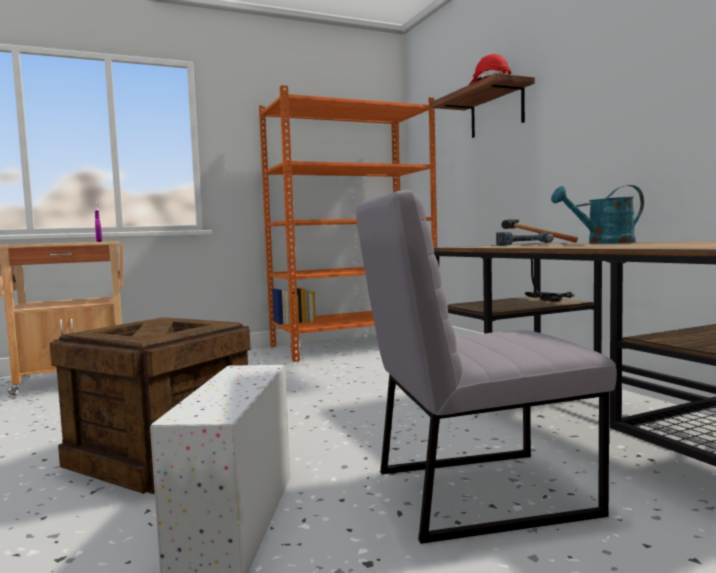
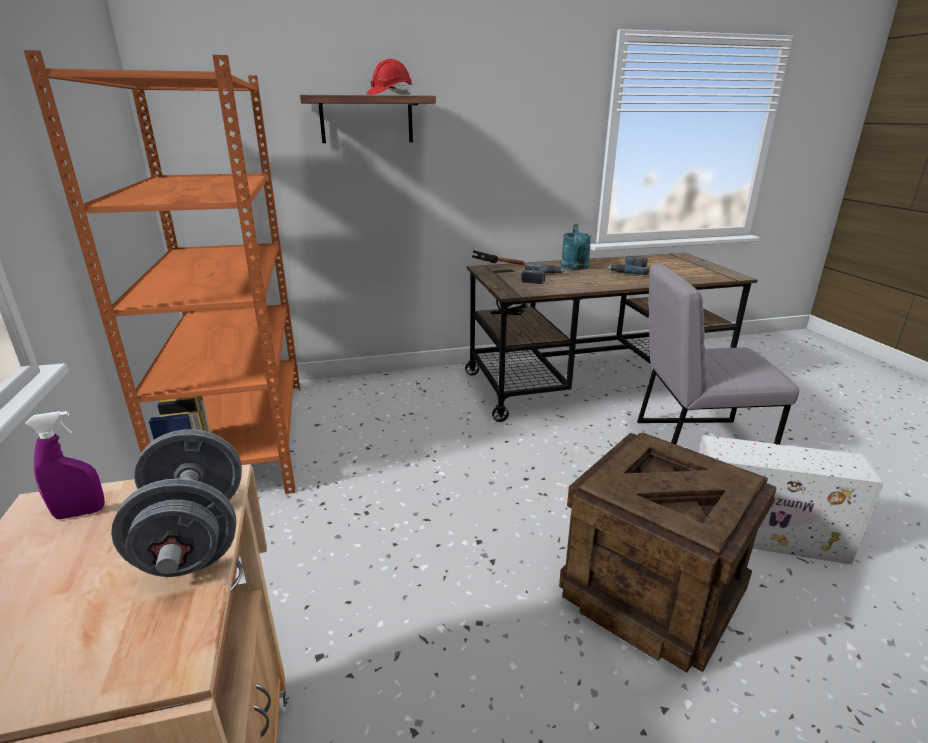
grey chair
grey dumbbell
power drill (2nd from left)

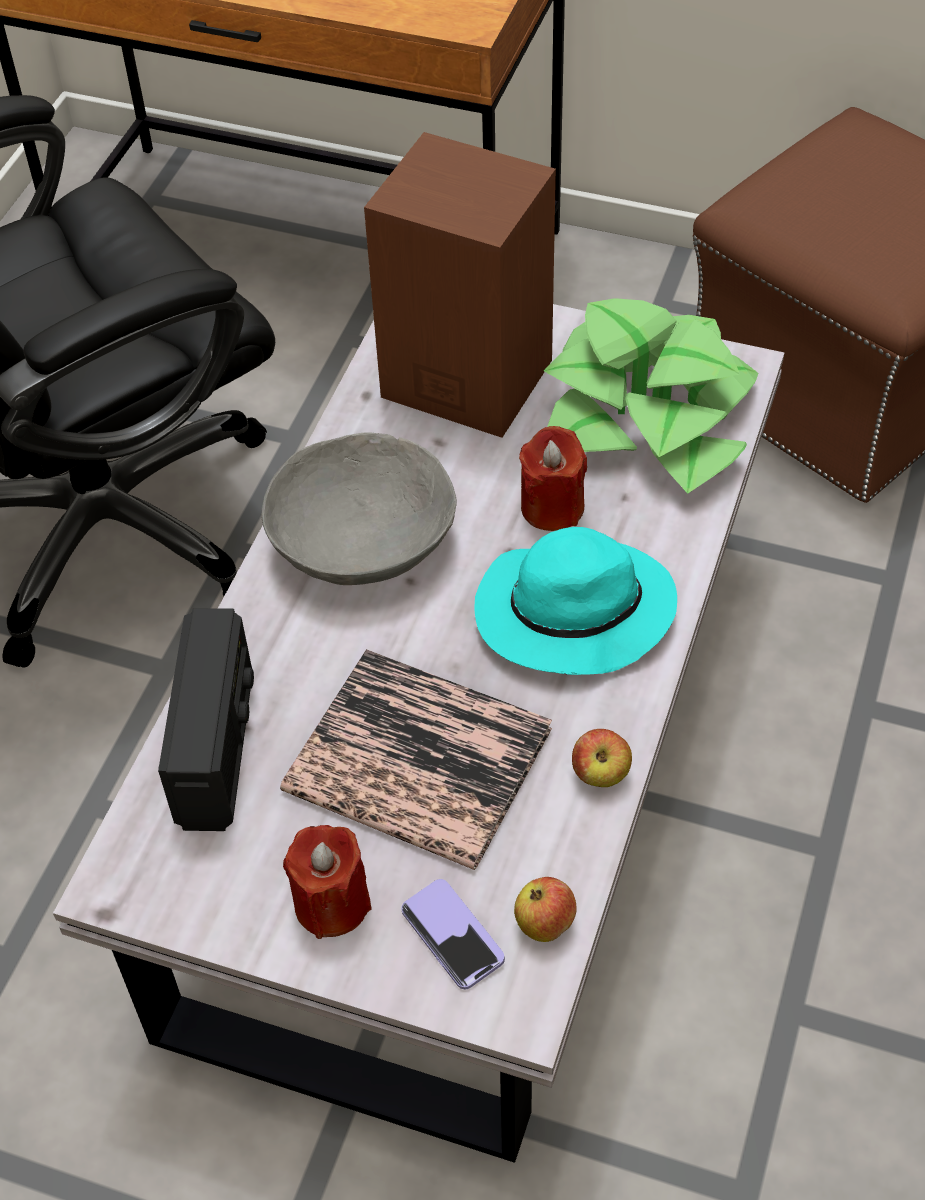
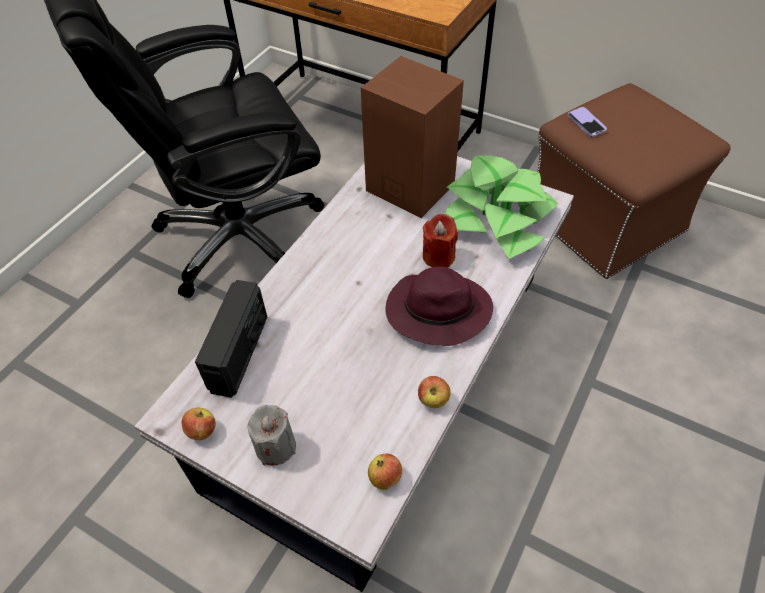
grey bowl
book
grey candle
phone
purple hat
apple (1st from left)

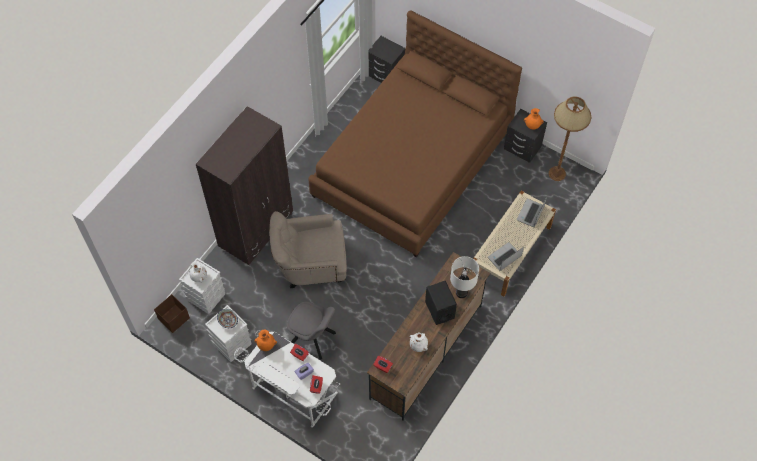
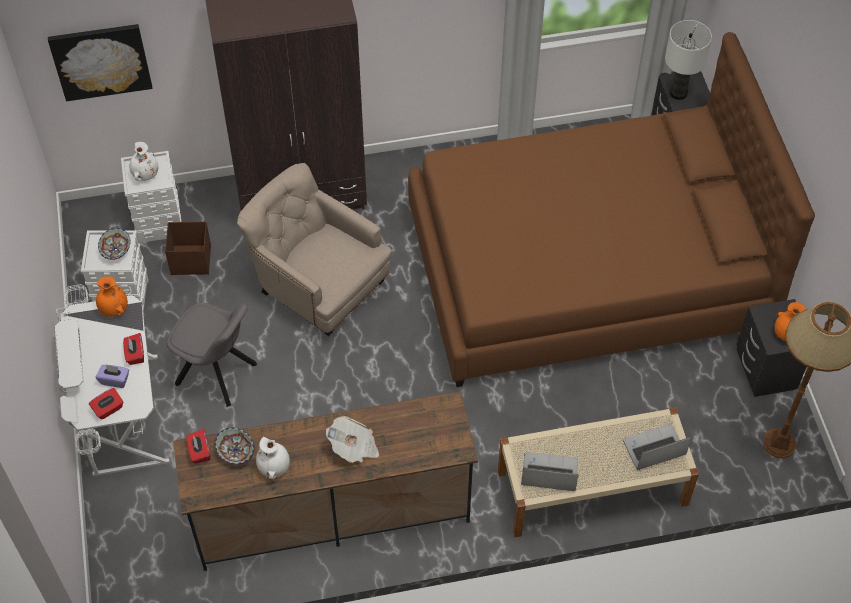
brown storage box
grey chair
newspaper
white table lamp
picture
bowl (2nd from left)

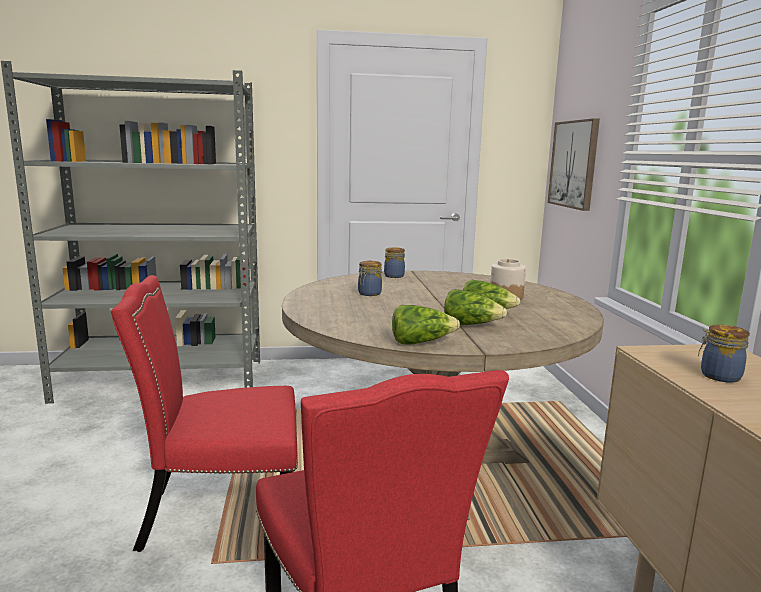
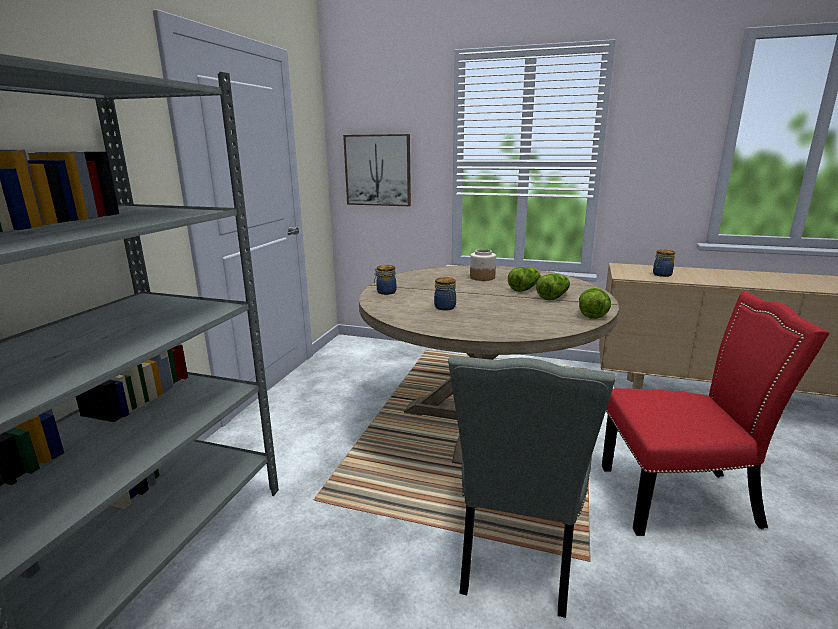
grey chair

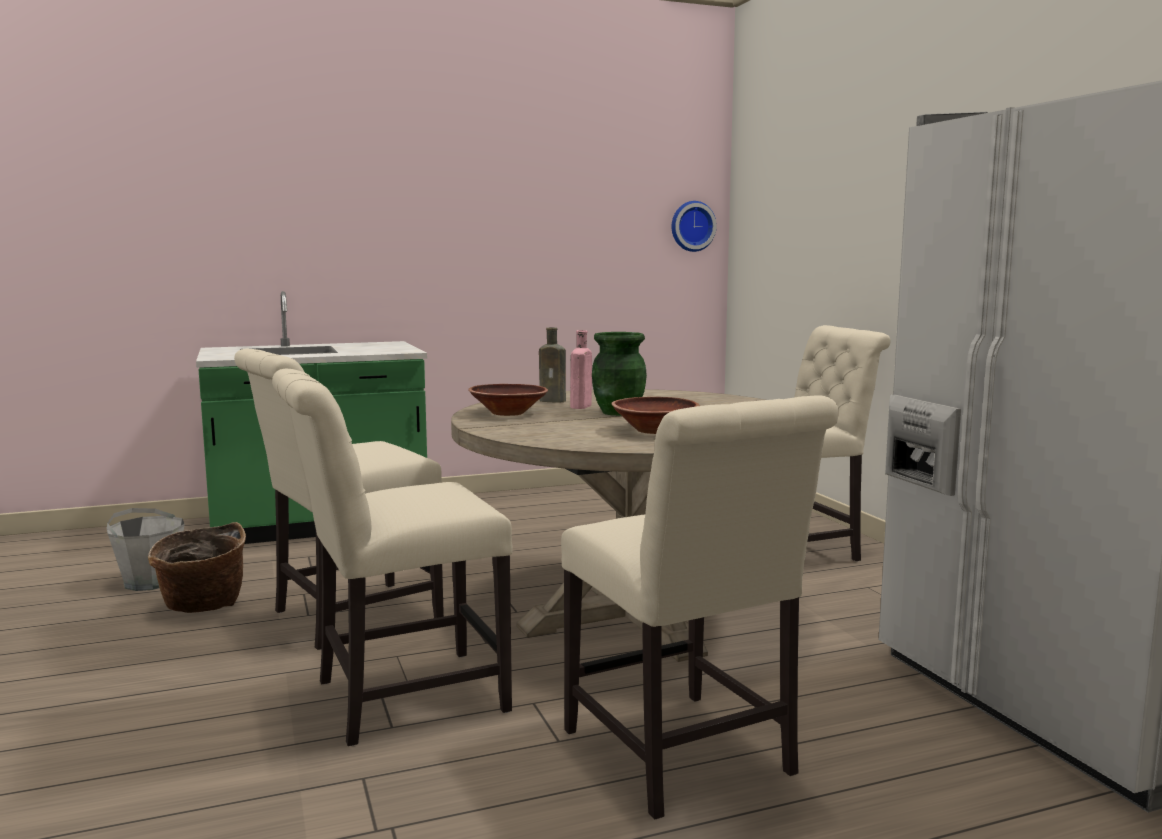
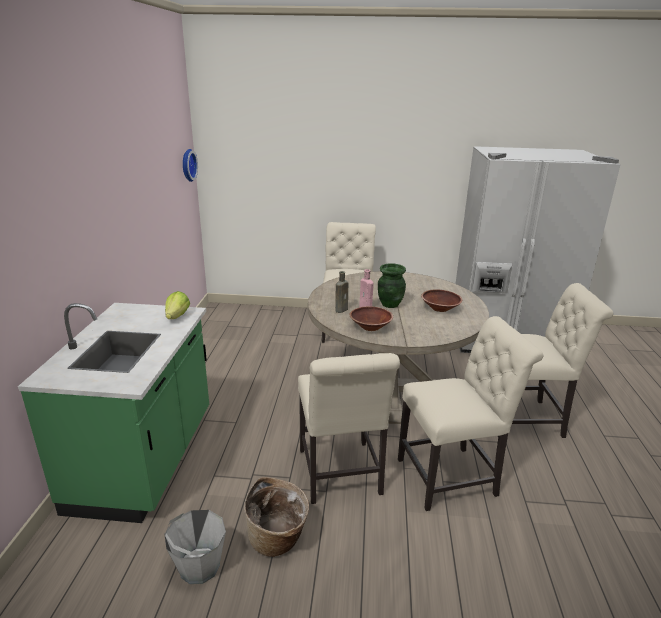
beige chair (3rd from left)
lettuce

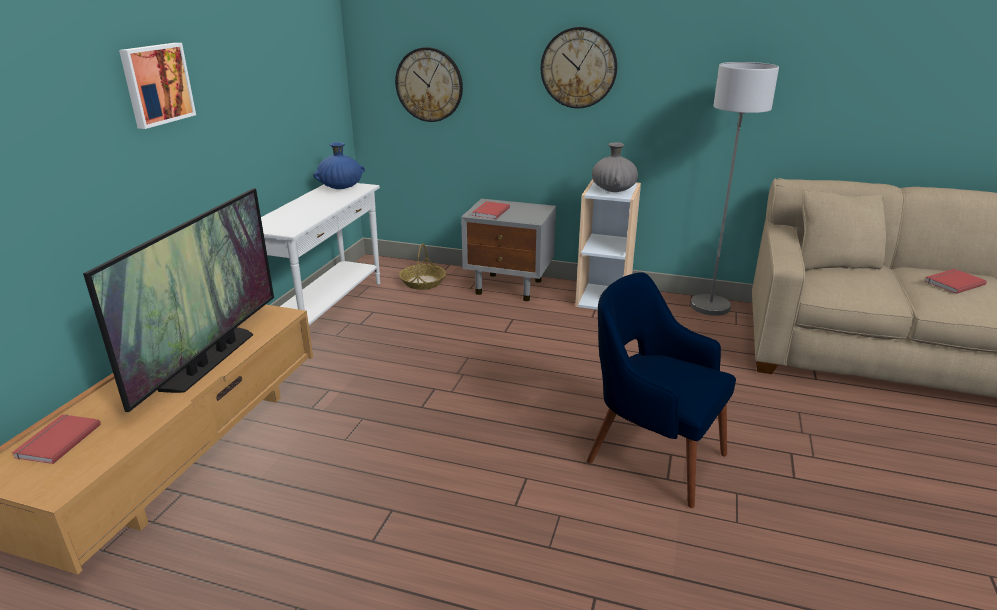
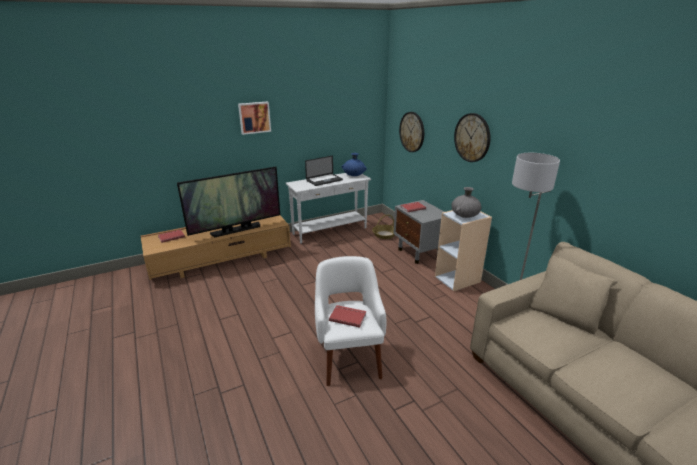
white armchair
red book (2nd from left)
laptop

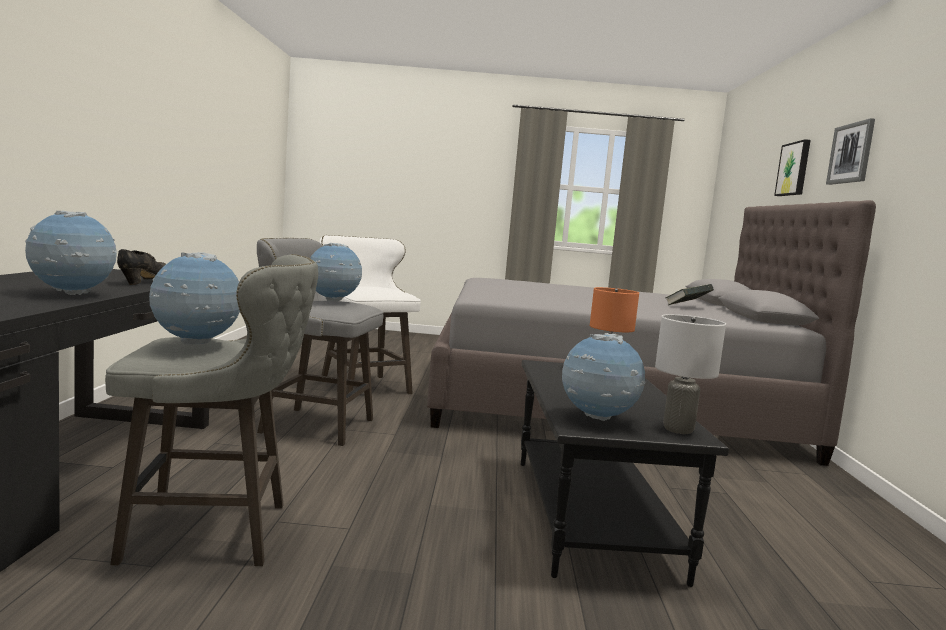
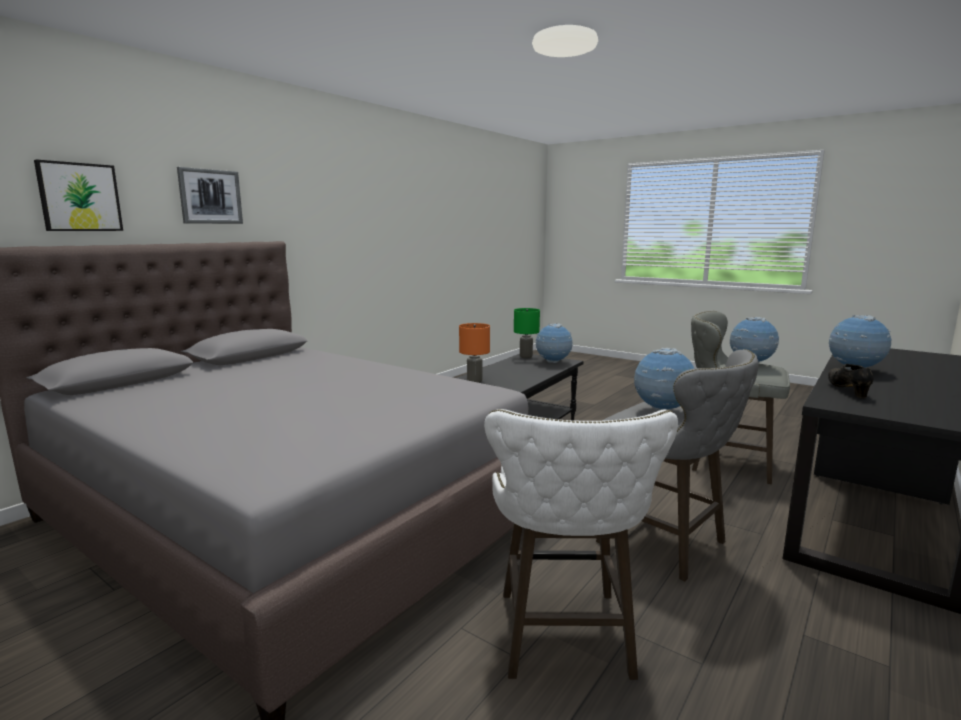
black shoe
green table lamp
book

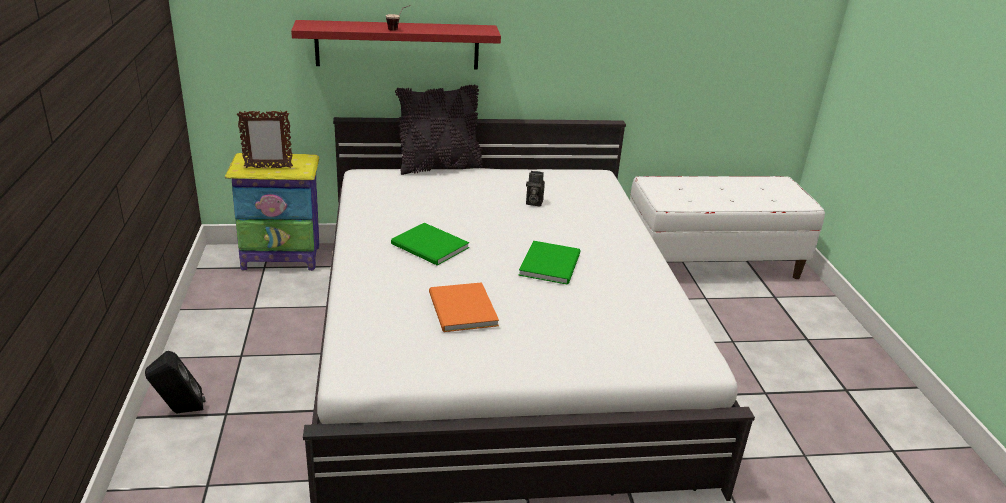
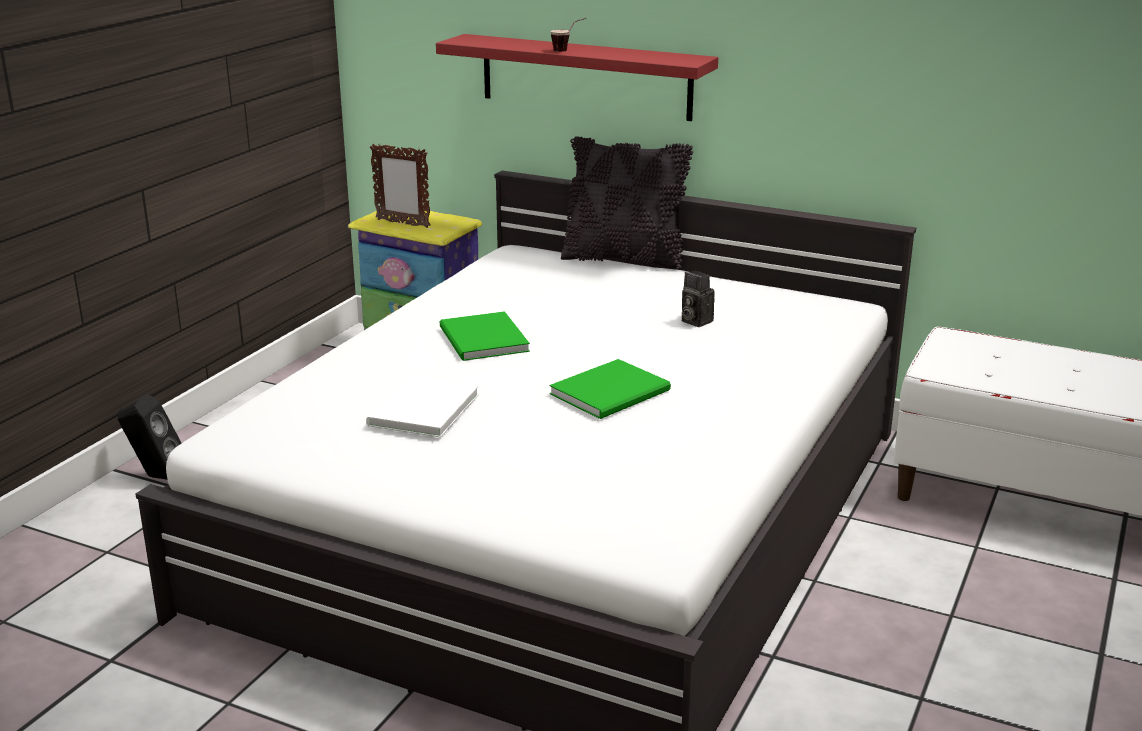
white book

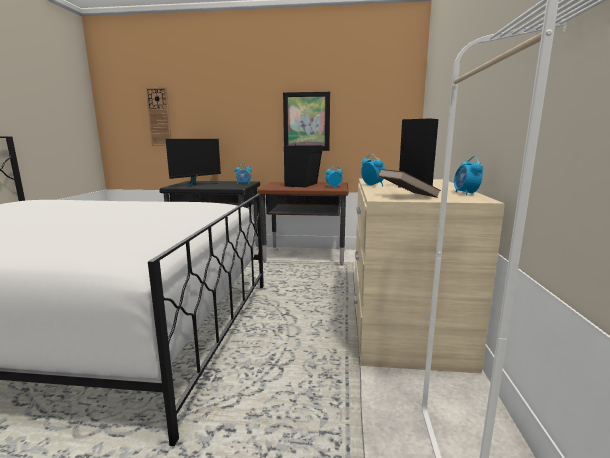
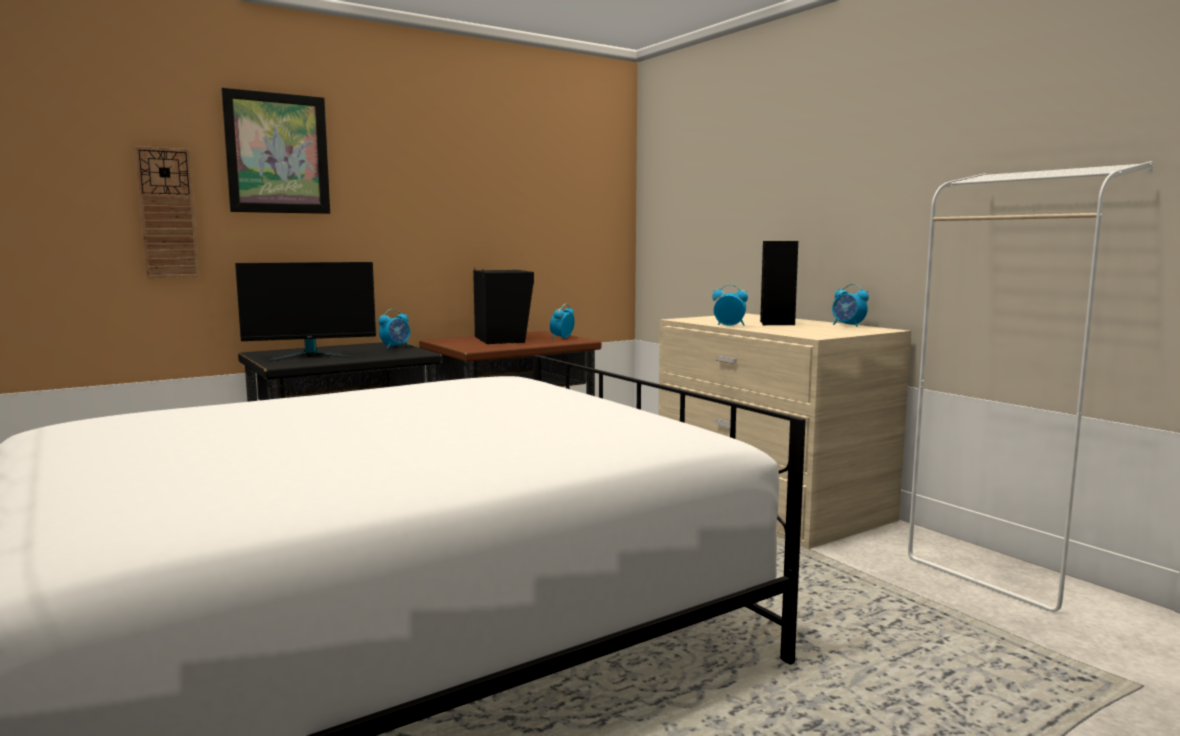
monitor
picture
brown book

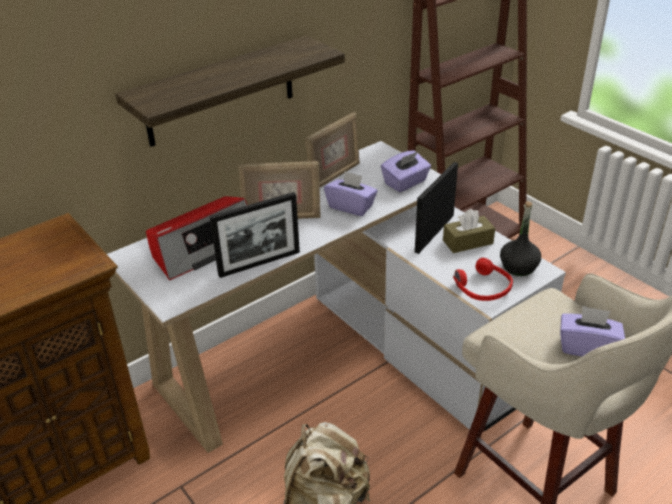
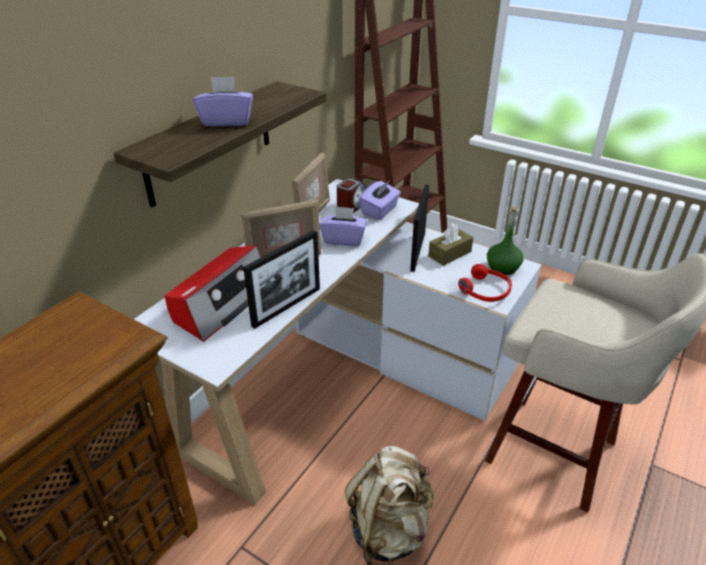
green bottle
purple tissue box (1st from left)
alarm clock

